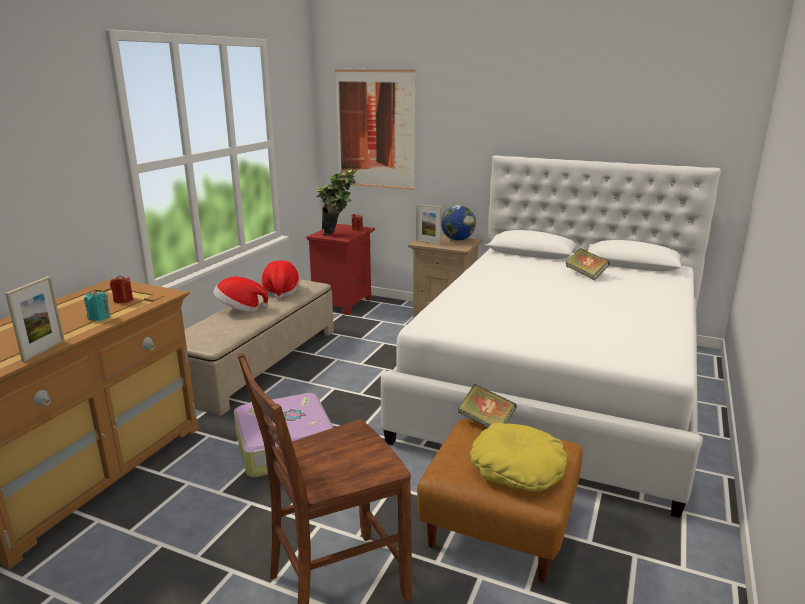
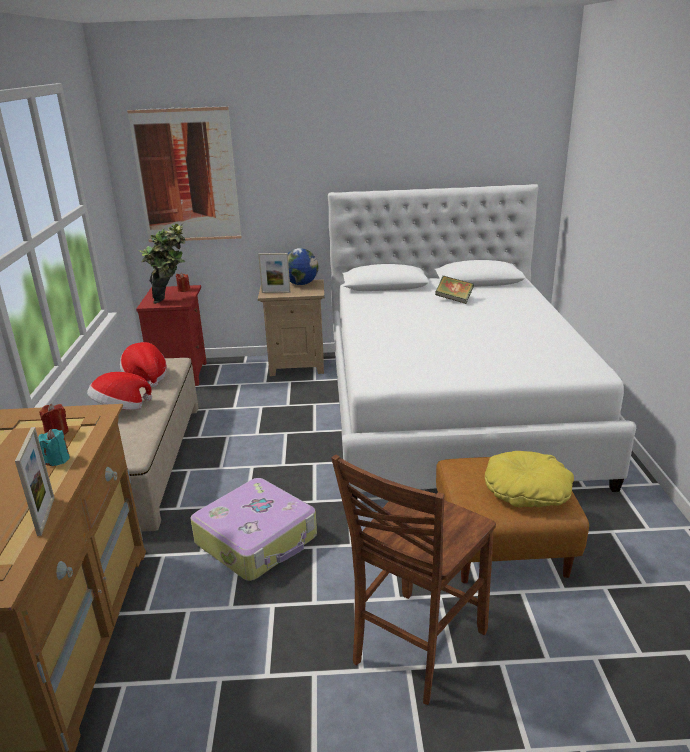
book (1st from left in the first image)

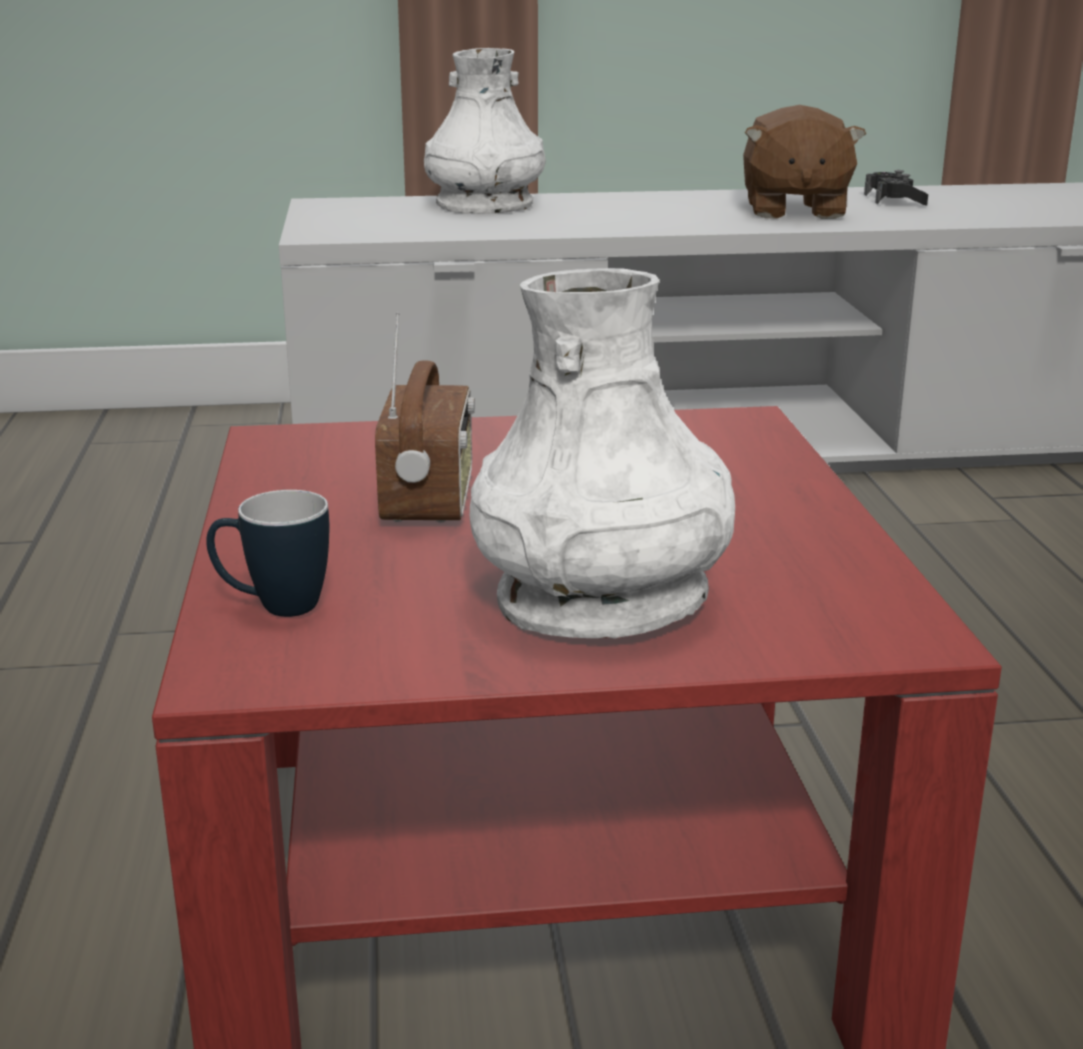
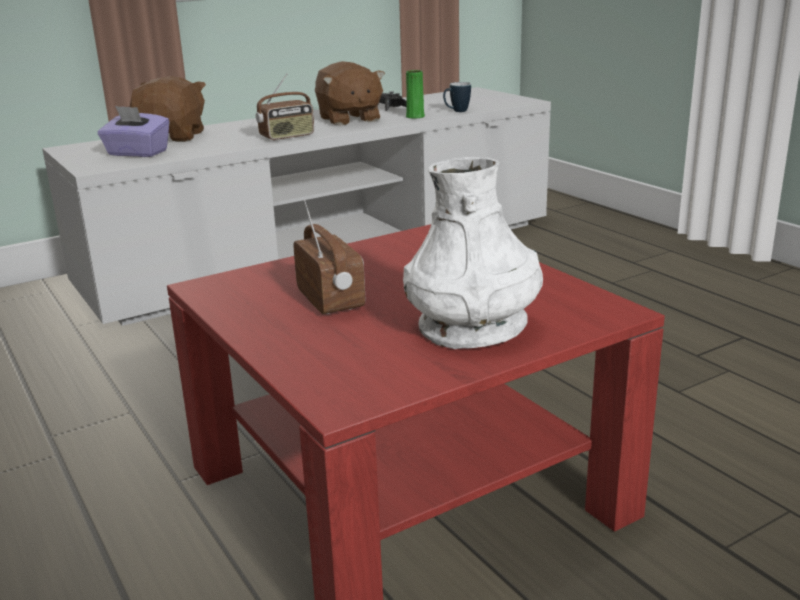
mug
brown plush toy (1st from left)
purple tissue box
radio (1st from left)
green vase

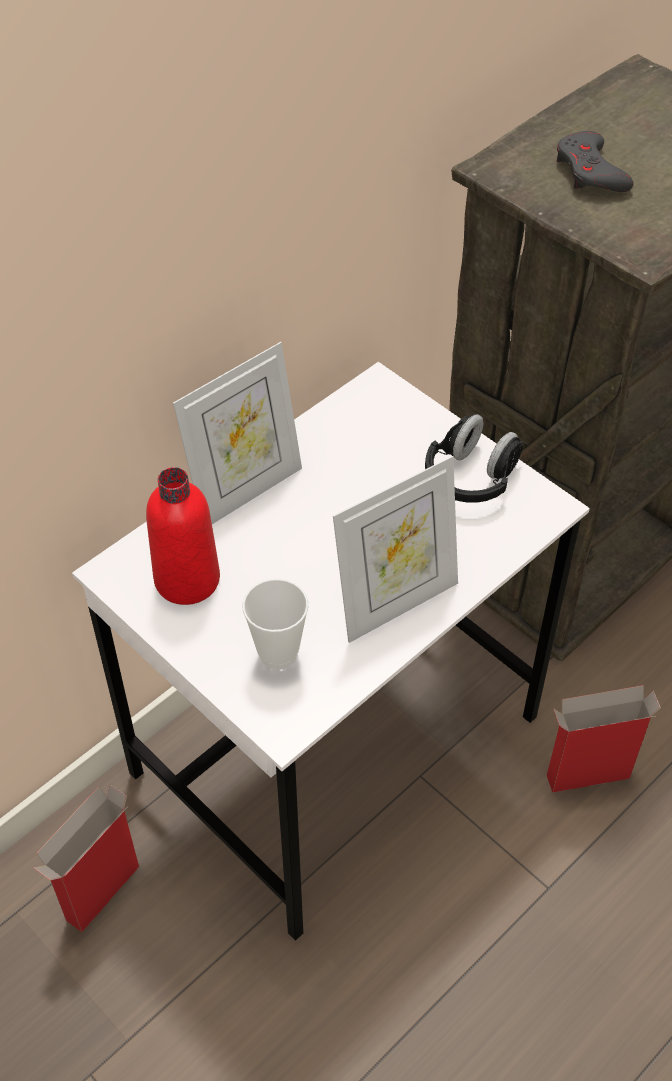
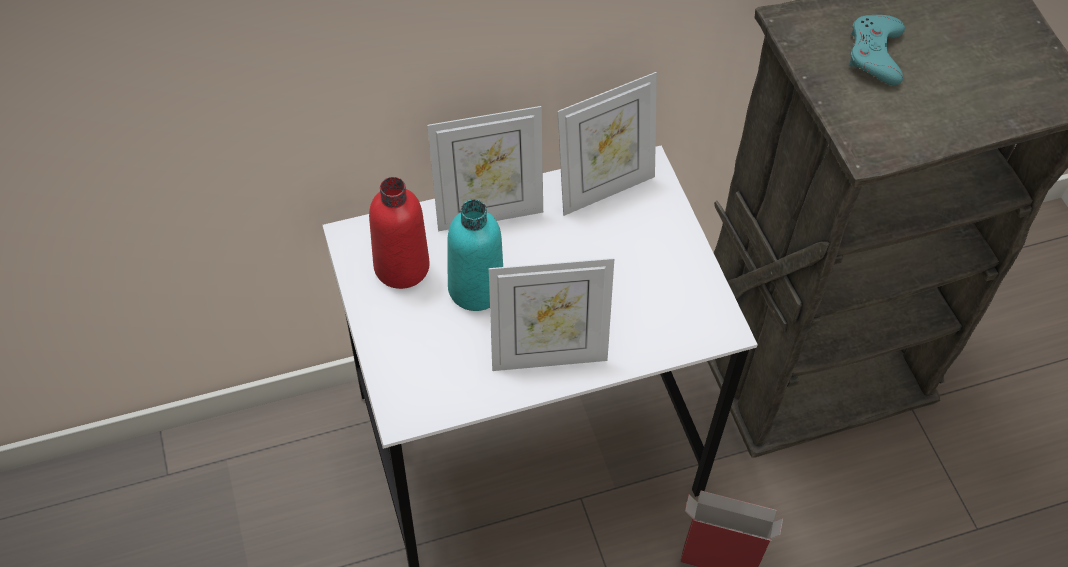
cardboard box (1st from left in the first image)
cup
black headphones
turquoise game controller
turquoise bottle
picture frame (3rd from left)

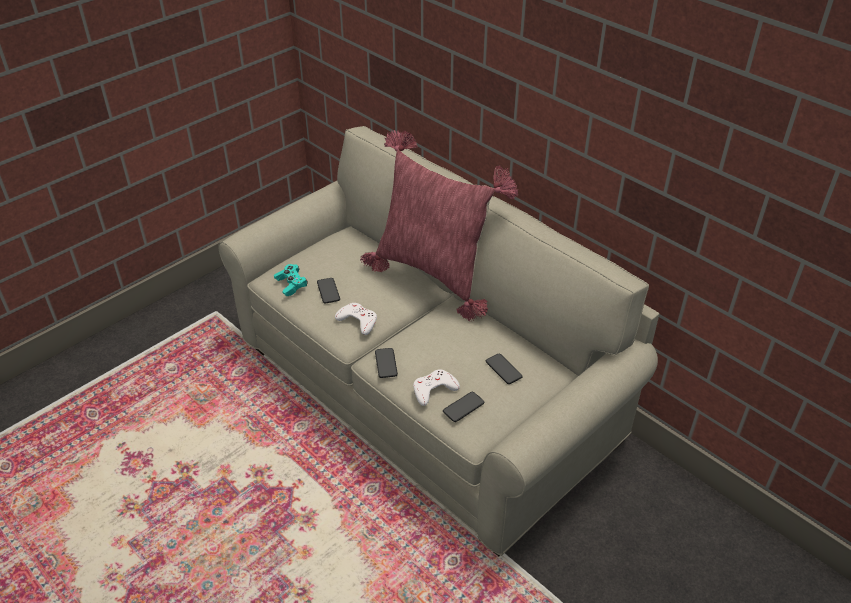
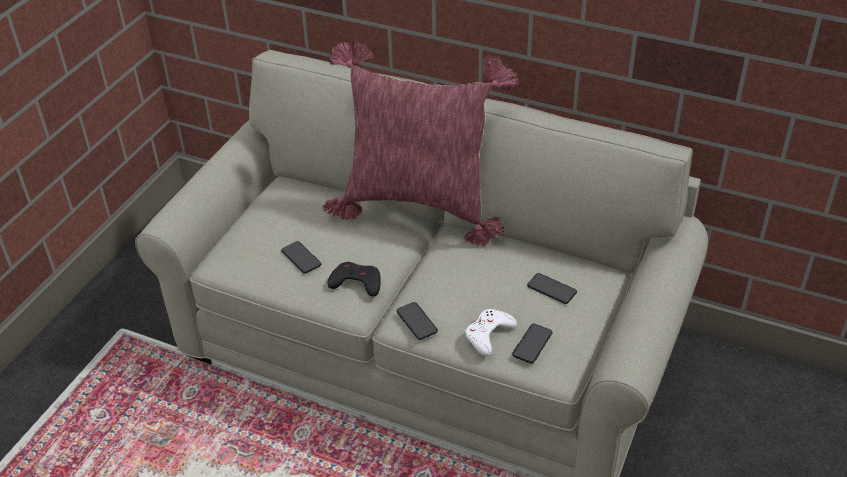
turquoise game controller
black game controller

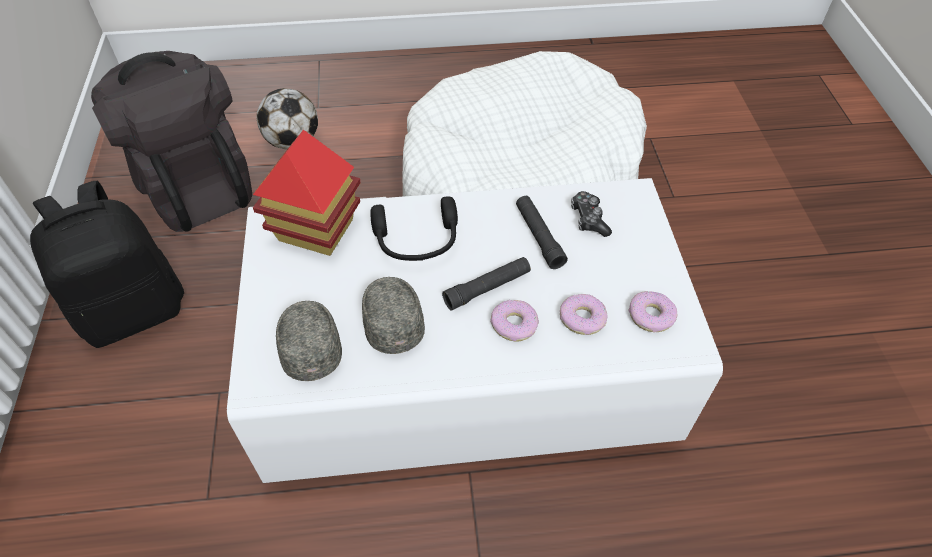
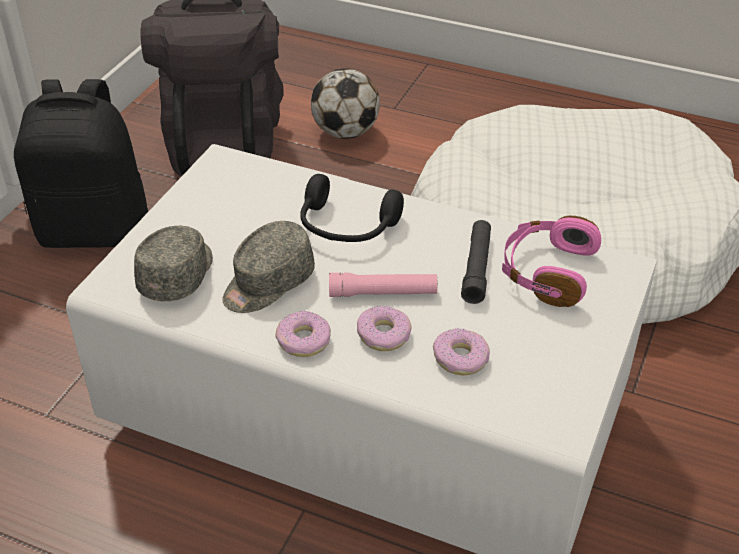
toy house
grey cap (2nd from left)
pink flashlight
pink headphones
donut (1st from left)

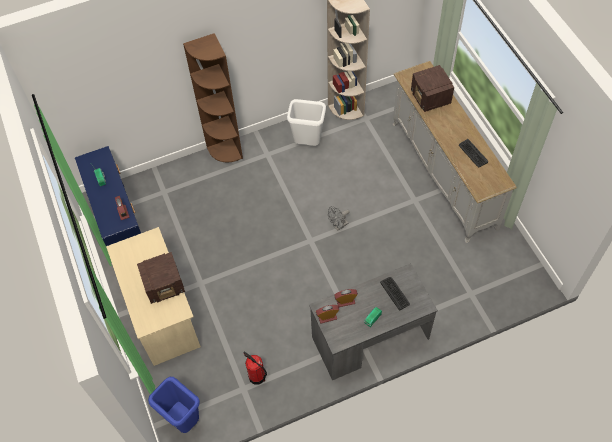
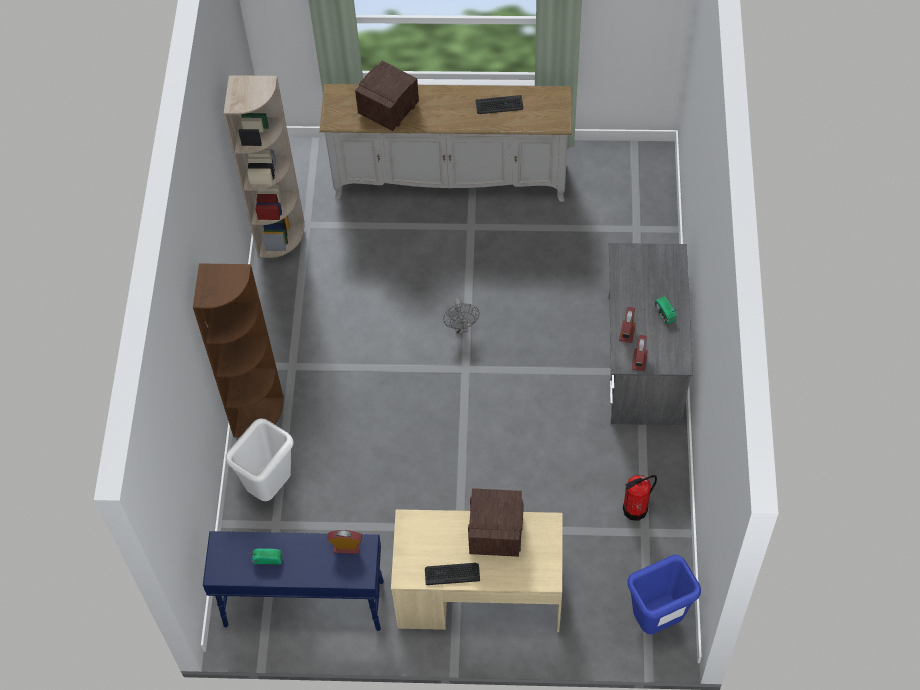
white trash can
keyboard (1st from left)
radio (2nd from left)

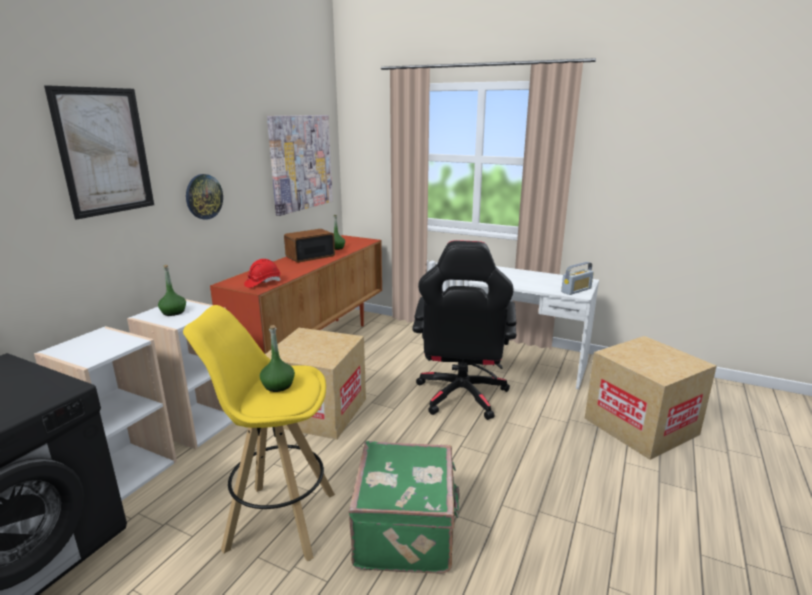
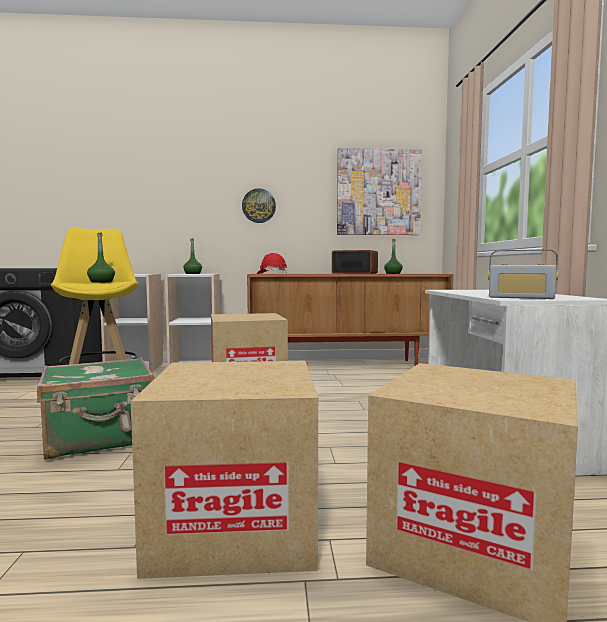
picture (1st from left in the first image)
black office chair
cardboard box (1st from left)

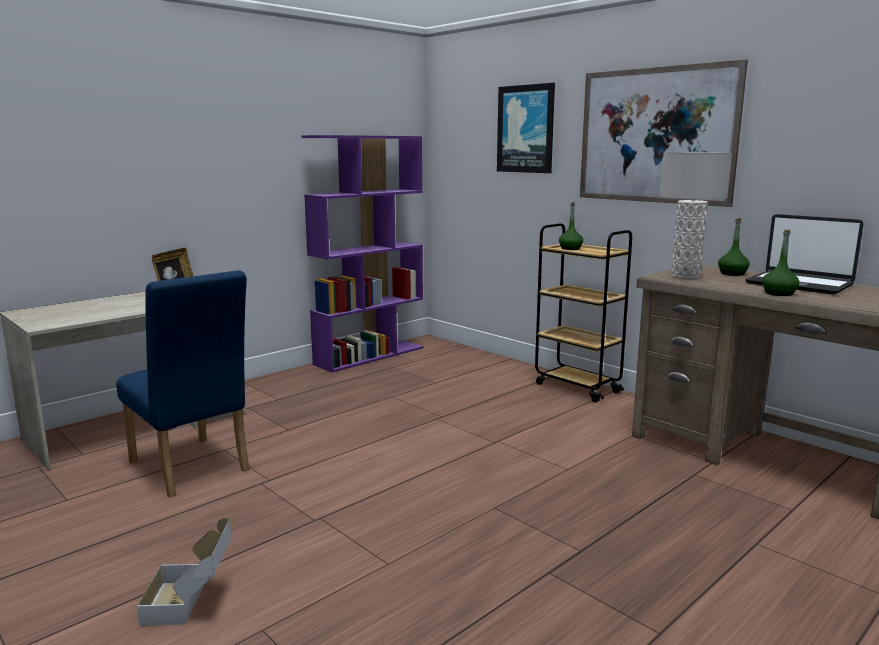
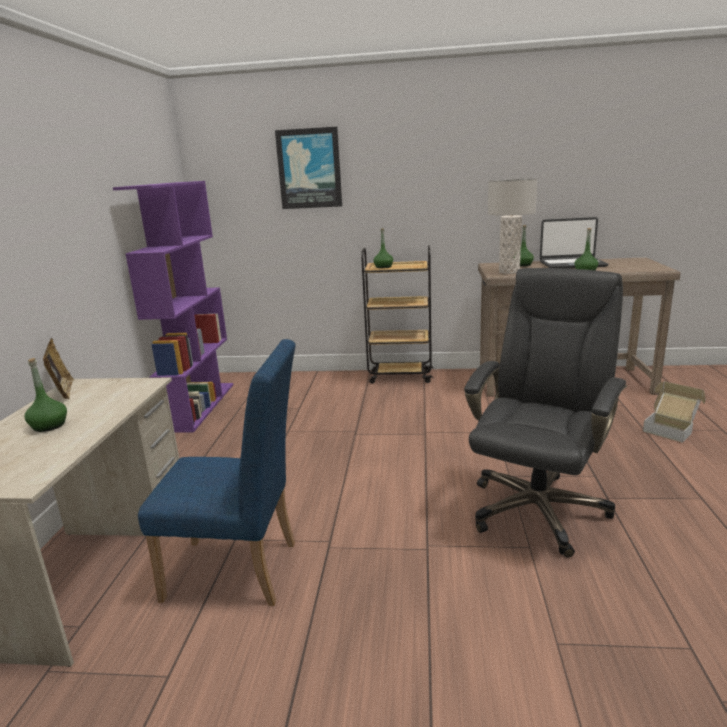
cardboard box
picture (2nd from left in the first image)
green bottle (1st from left)
black office chair

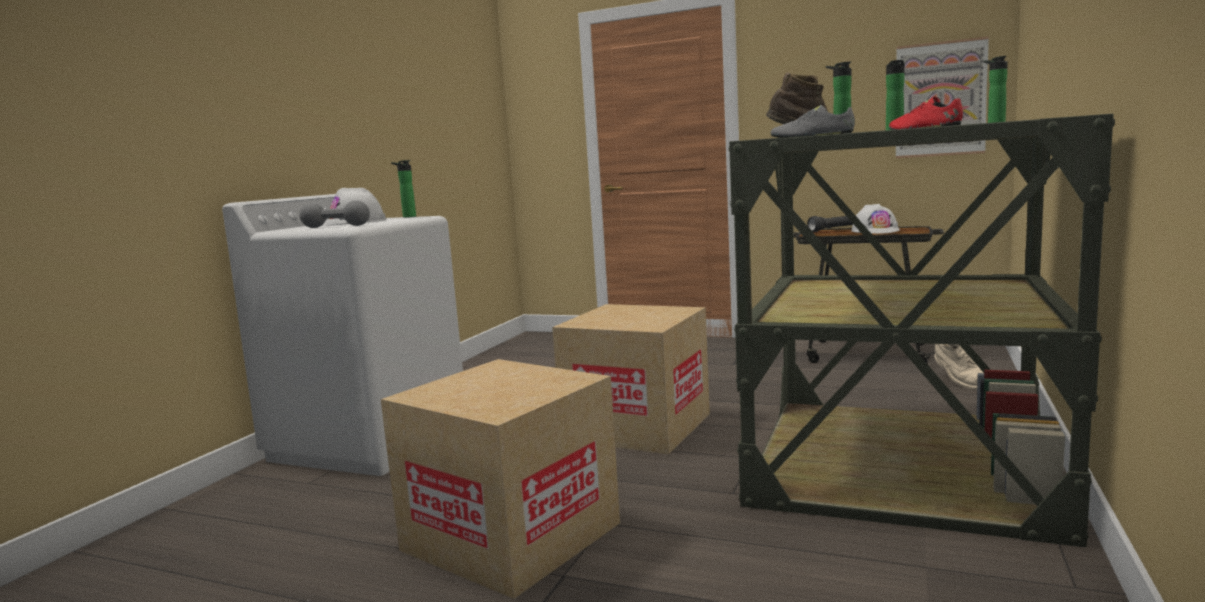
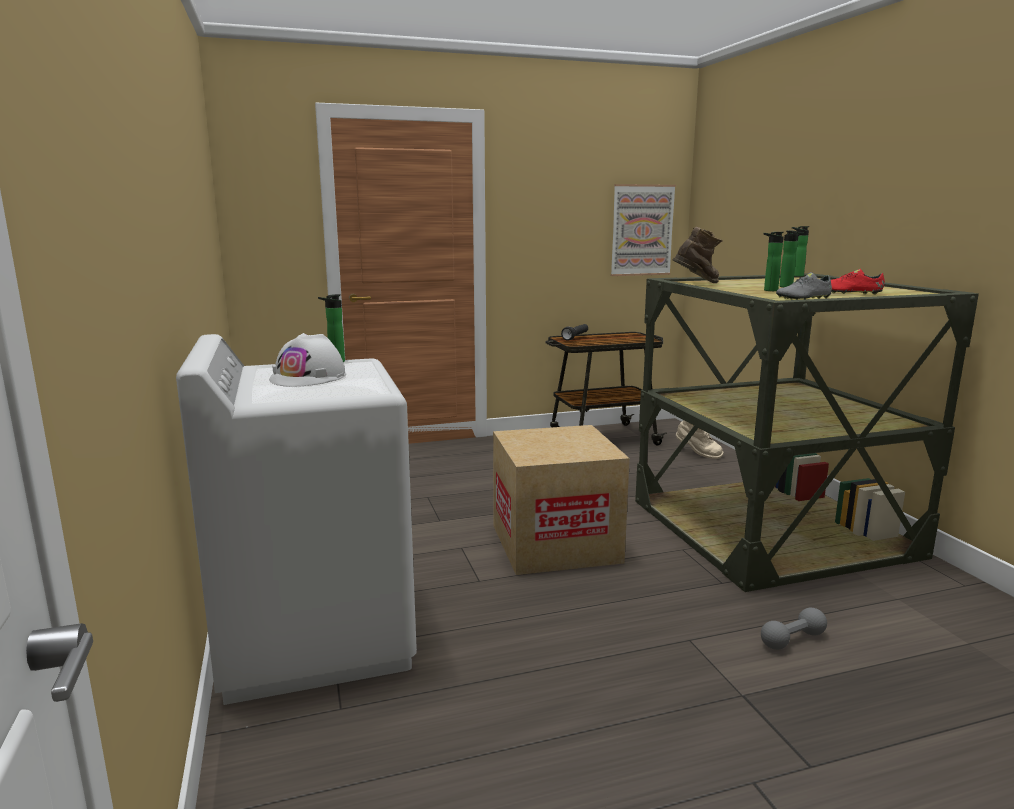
grey dumbbell
cardboard box (1st from left in the first image)
white hard hat (2nd from left in the first image)

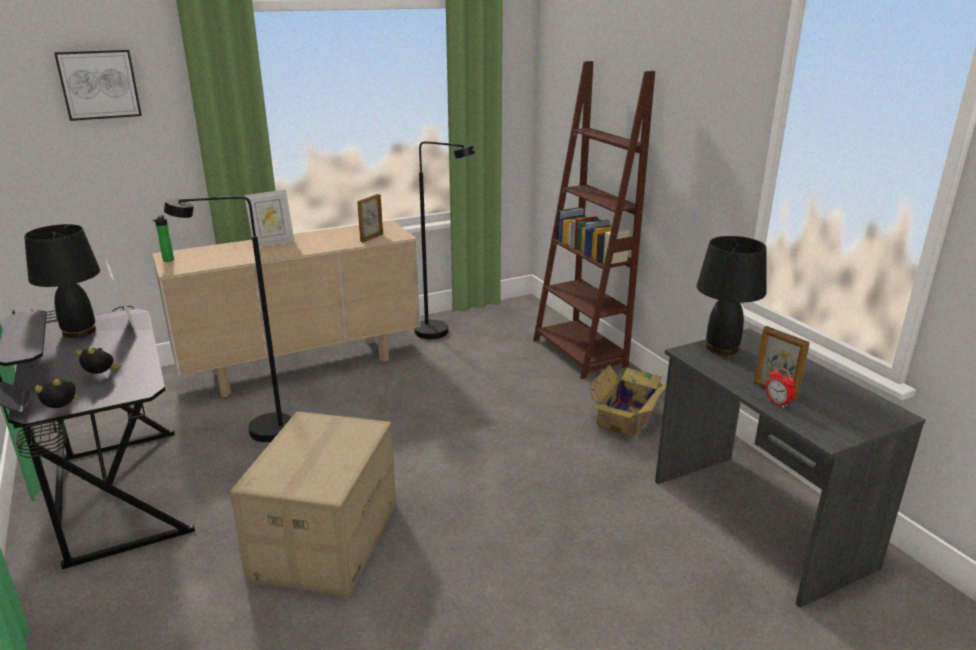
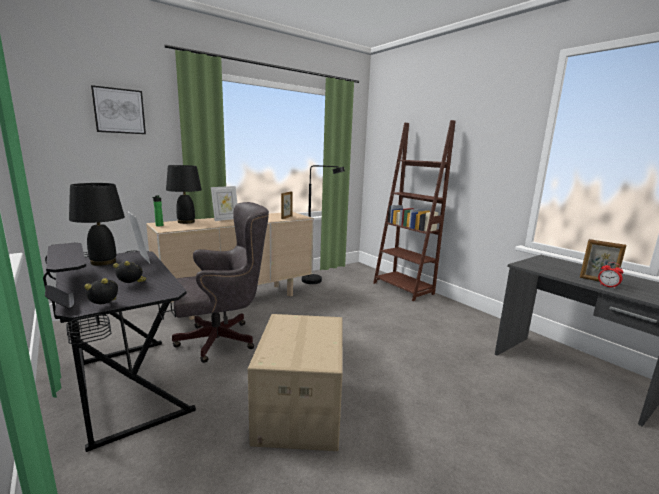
grey office chair
cardboard box (2nd from left in the first image)
black table lamp (2nd from left)

